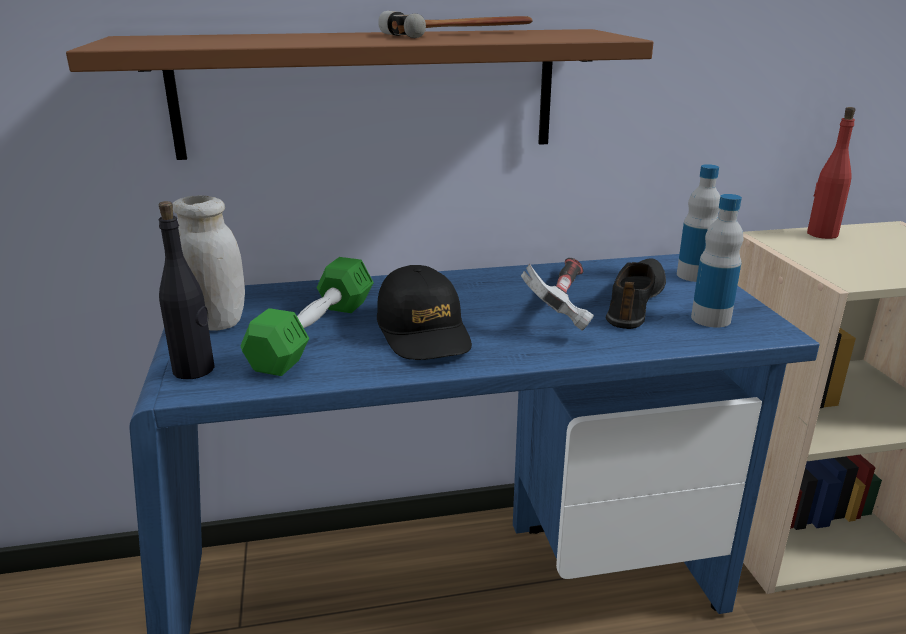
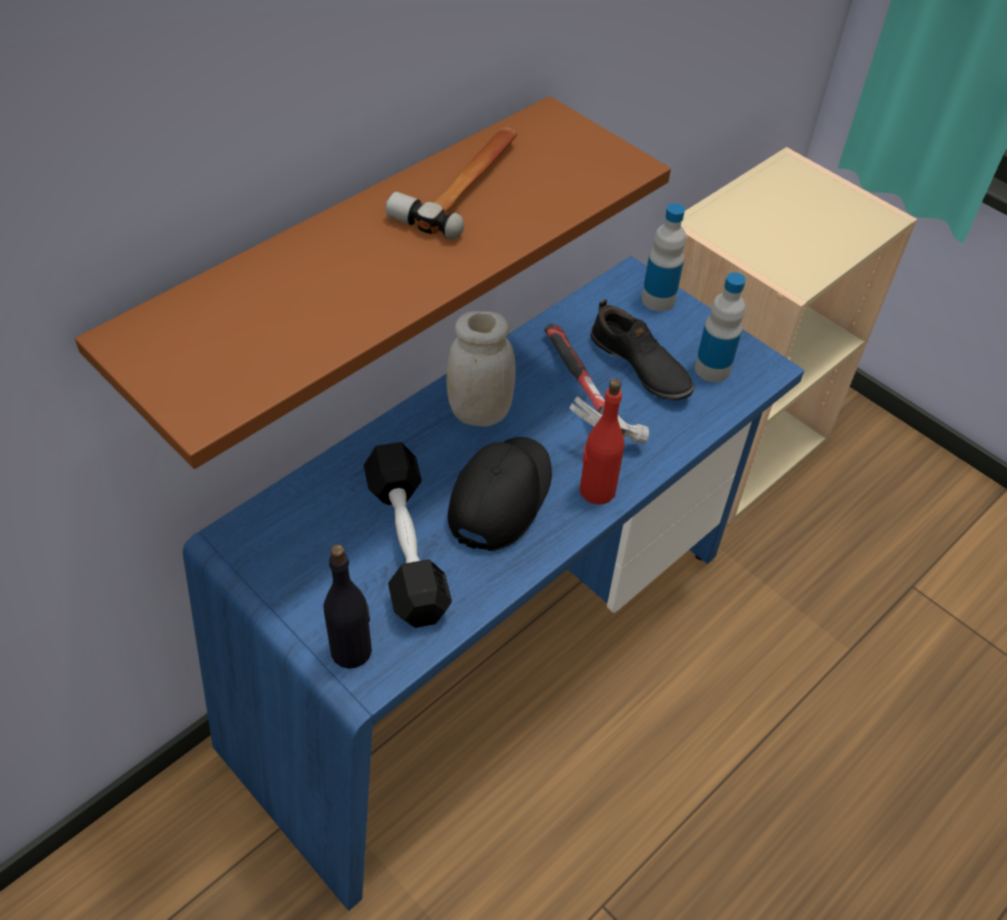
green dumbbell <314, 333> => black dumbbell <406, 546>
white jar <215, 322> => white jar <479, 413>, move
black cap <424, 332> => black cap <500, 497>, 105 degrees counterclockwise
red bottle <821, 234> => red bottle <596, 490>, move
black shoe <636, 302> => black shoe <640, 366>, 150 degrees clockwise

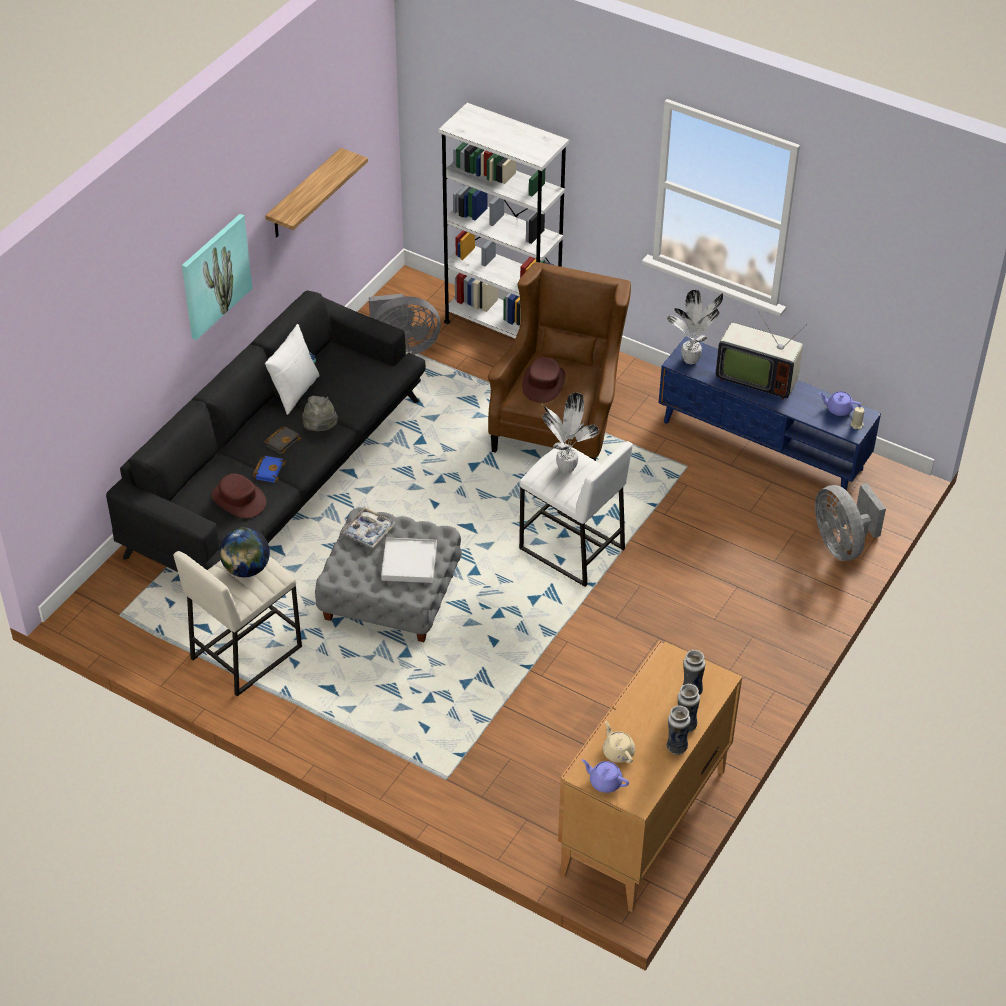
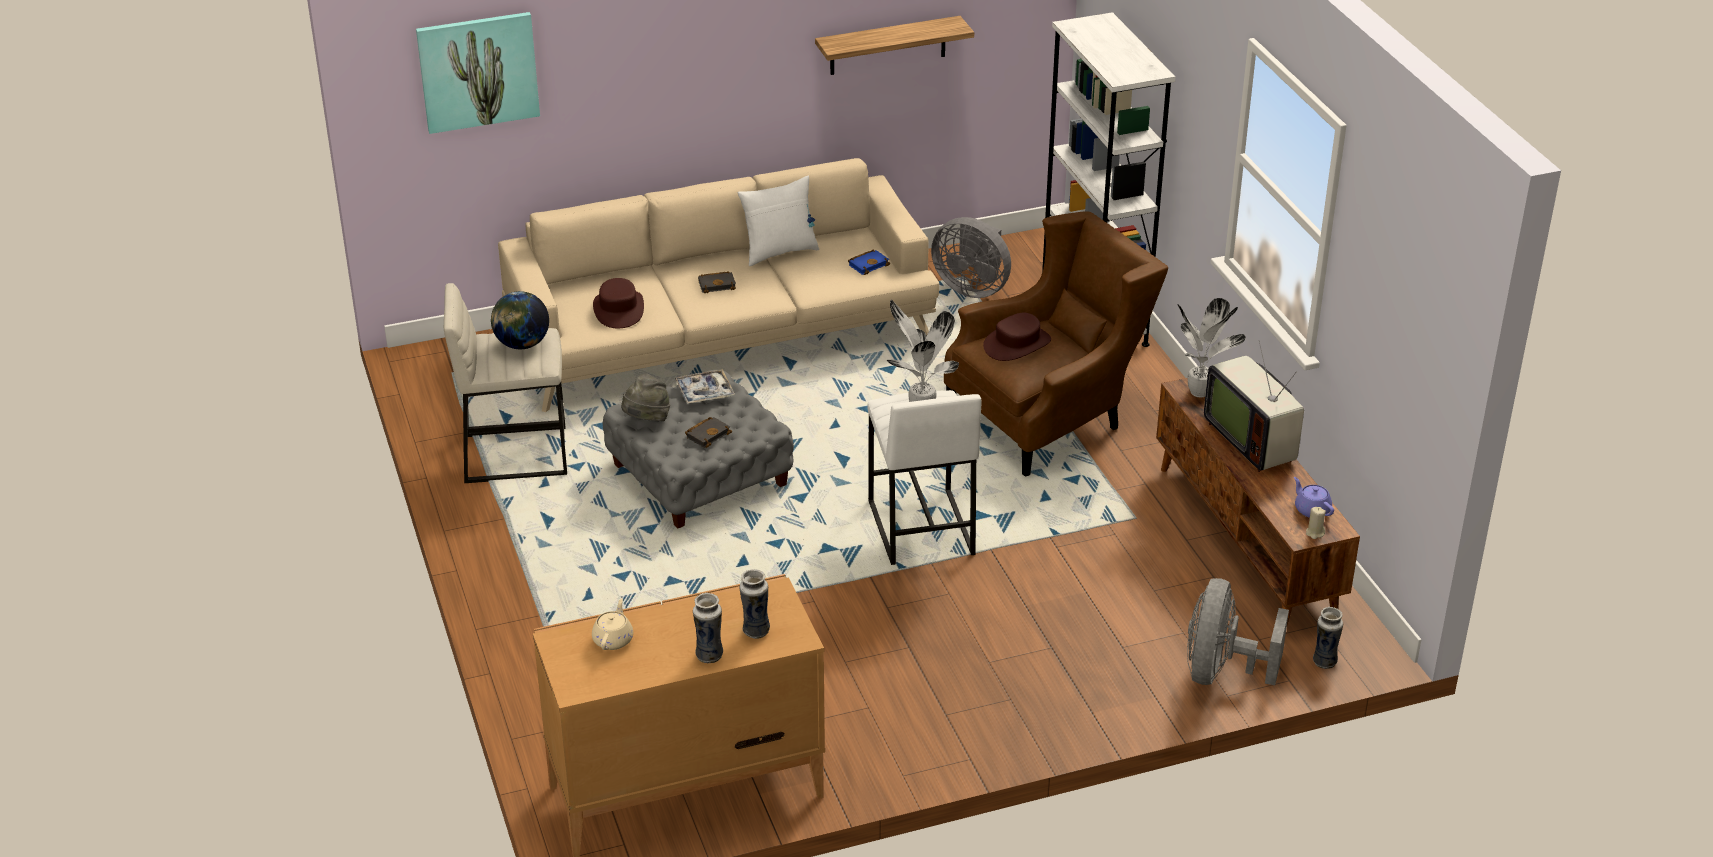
picture <215, 276> => picture <478, 71>, move
black sofa <278, 476> => beige sofa <722, 335>
grey hat <320, 428> => grey hat <646, 419>, move
white tray <409, 562> => black book <708, 434>
blue book <268, 470> => blue book <868, 264>, move
blue tv stand <763, 445> => brown tv stand <1247, 540>
vase <676, 746> => vase <1324, 661>, move
purple teapot <604, 782> => nothing

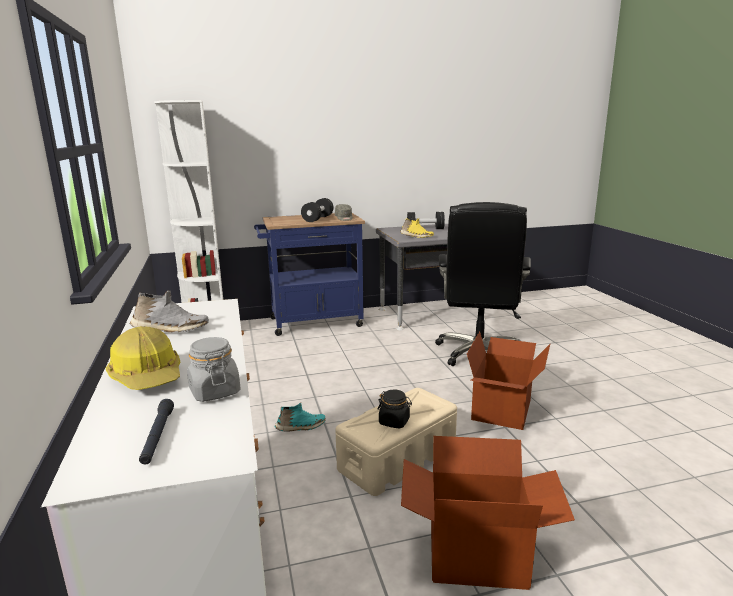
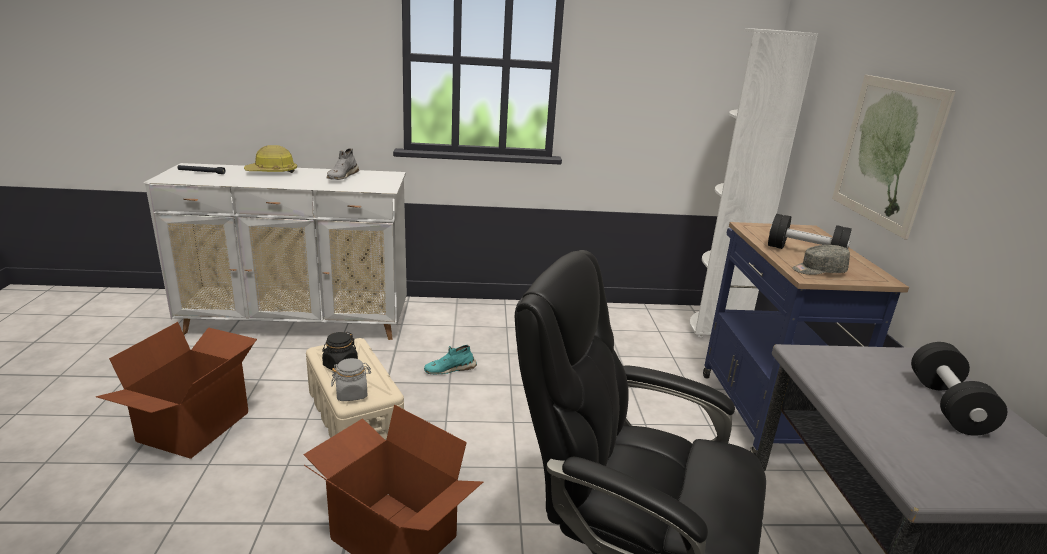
grey jar <214, 391> => grey jar <352, 394>, move
turquoise shoe <301, 427> => turquoise shoe <450, 369>, 75 degrees clockwise
nothing => picture <886, 152>
yellow shoe <416, 236> => nothing

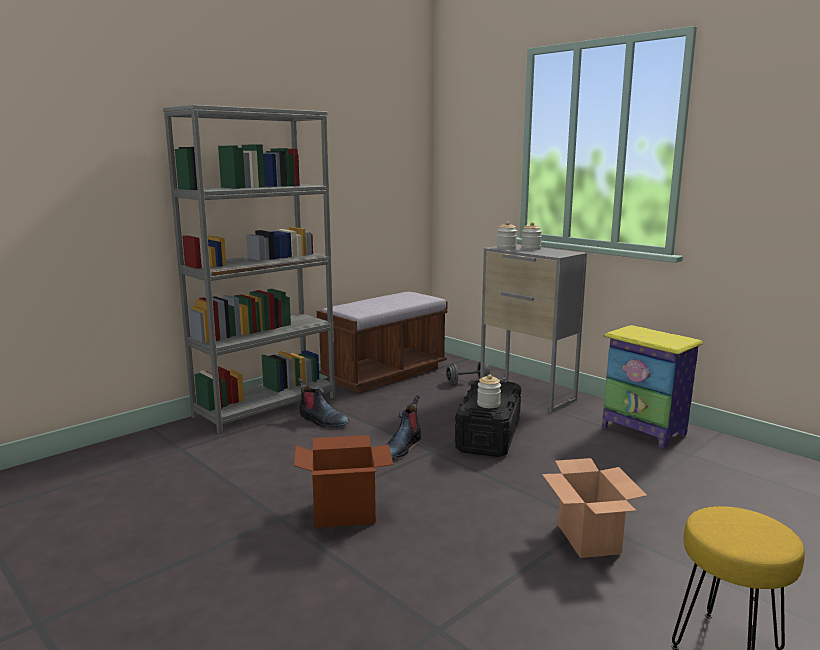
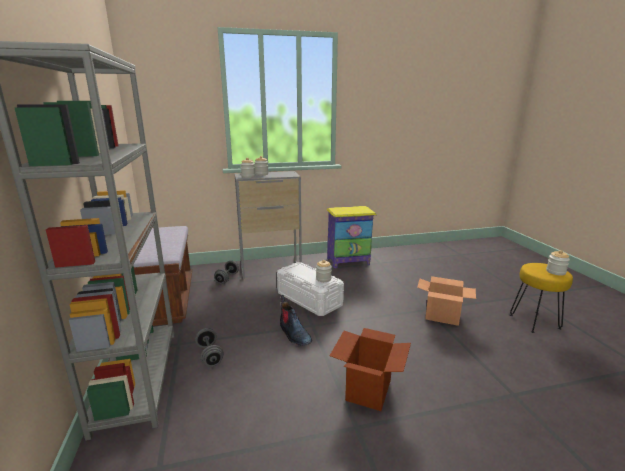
boot <322, 421> => grey dumbbell <210, 355>
black storage box <489, 434> => white storage box <309, 299>
nothing => jar <555, 272>

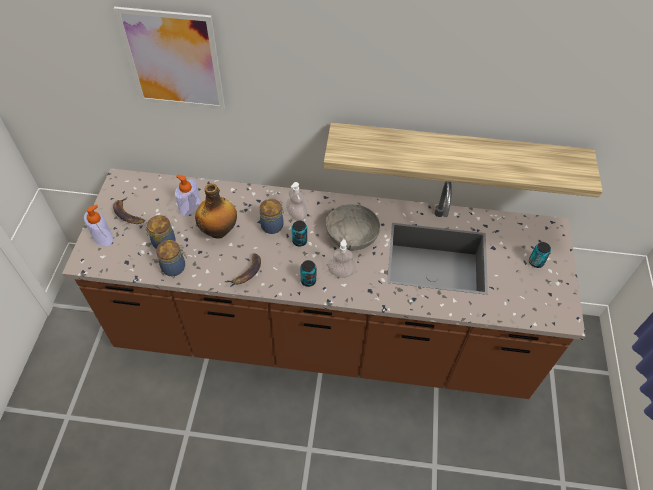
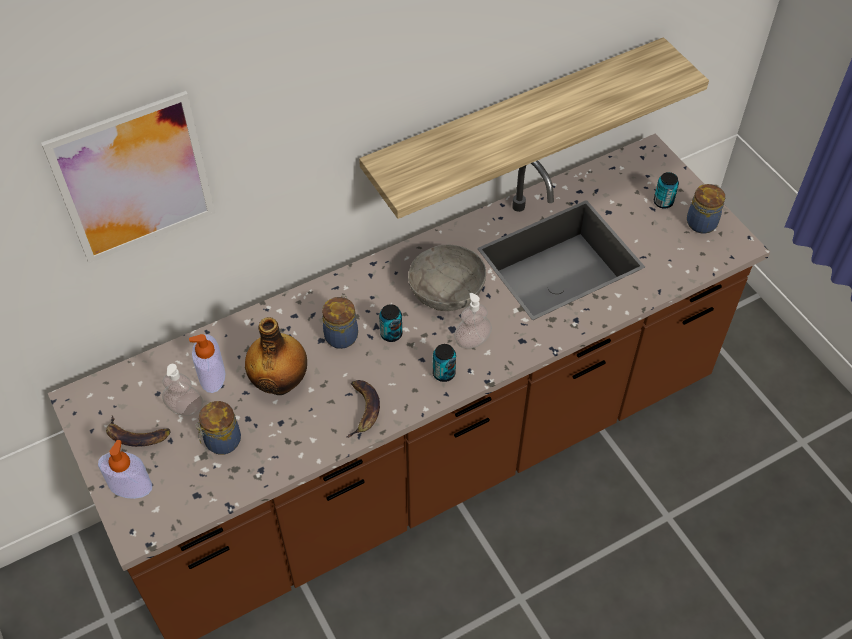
soap dispenser <296, 214> => soap dispenser <185, 407>, move
jar <175, 267> => jar <702, 222>, move

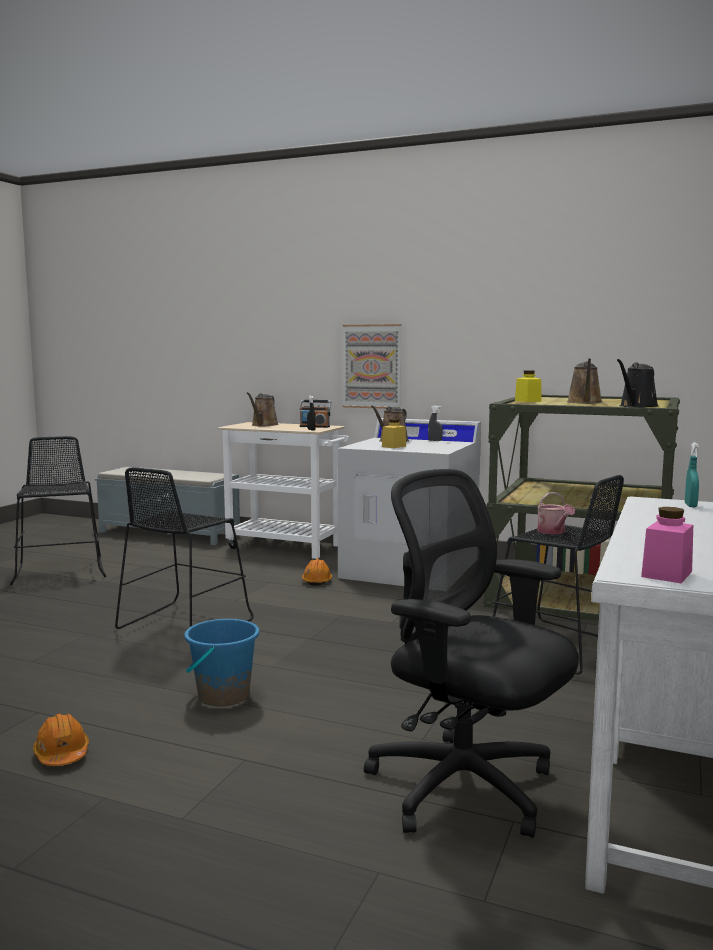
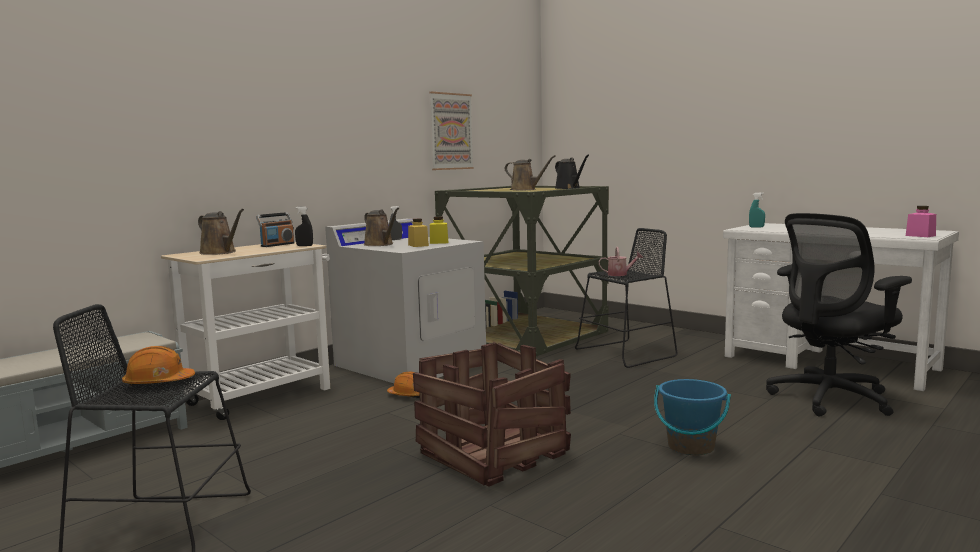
orange hard hat <62, 754> => orange hard hat <158, 383>, move
black stool <185, 623> => crate <491, 454>
picture <372, 366> => picture <451, 131>, move
yellow jar <528, 401> => yellow jar <439, 242>, move

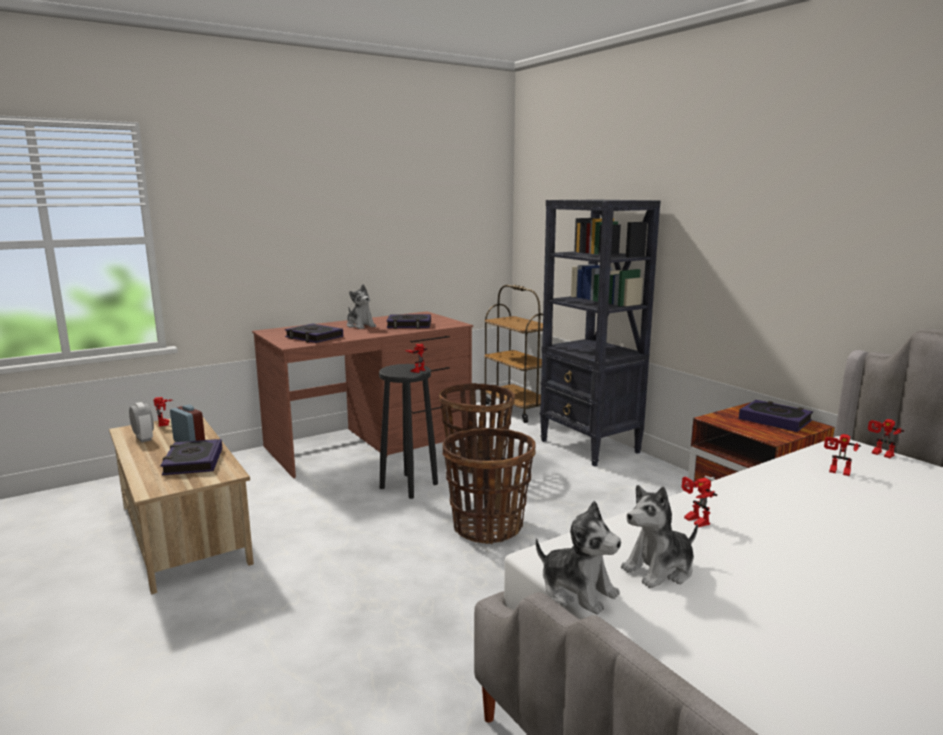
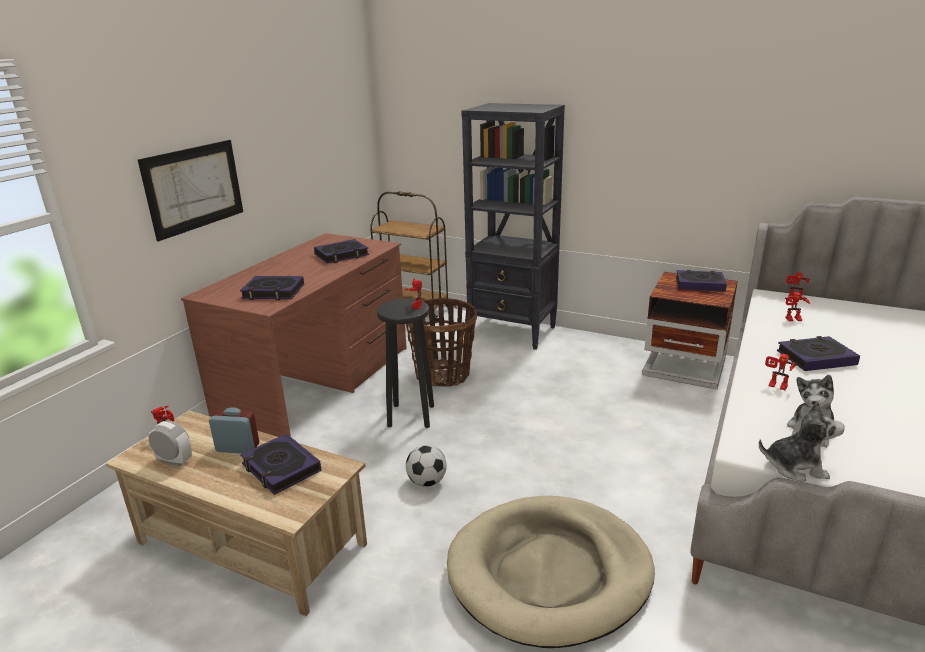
nothing => picture <194, 188>
nothing => football <427, 481>
nothing => beige dog bed <549, 572>
nothing => book <815, 358>
plush toy <360, 326> => nothing
basket <488, 527> => nothing

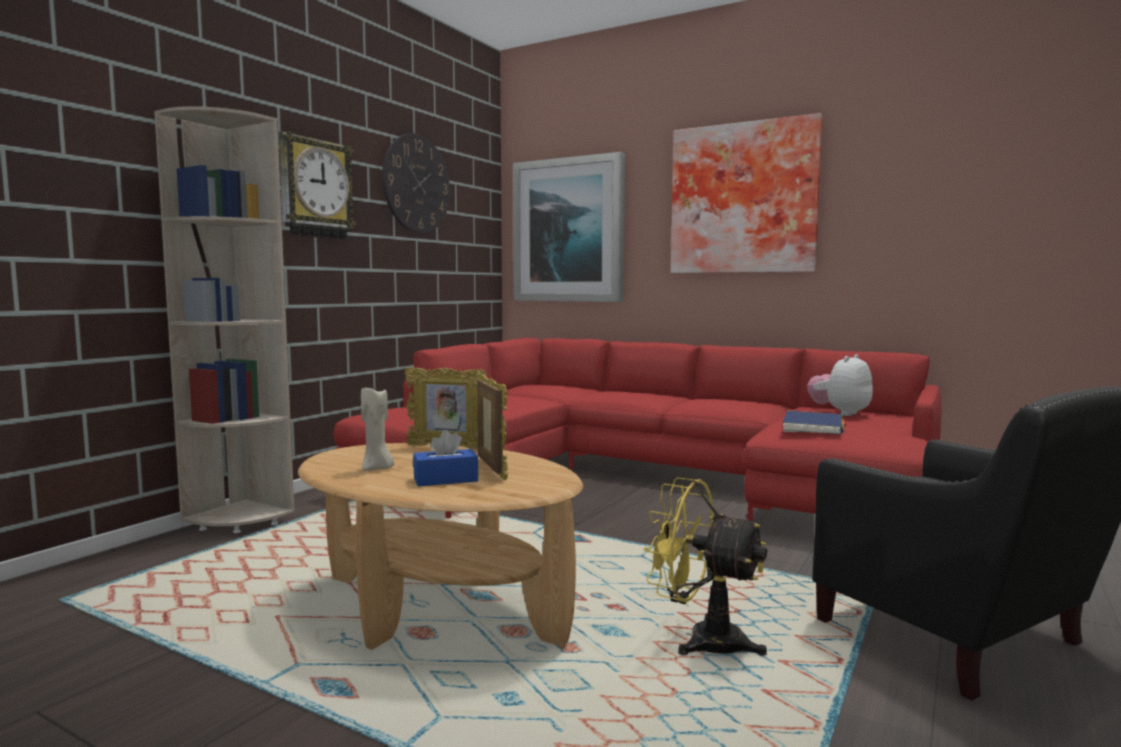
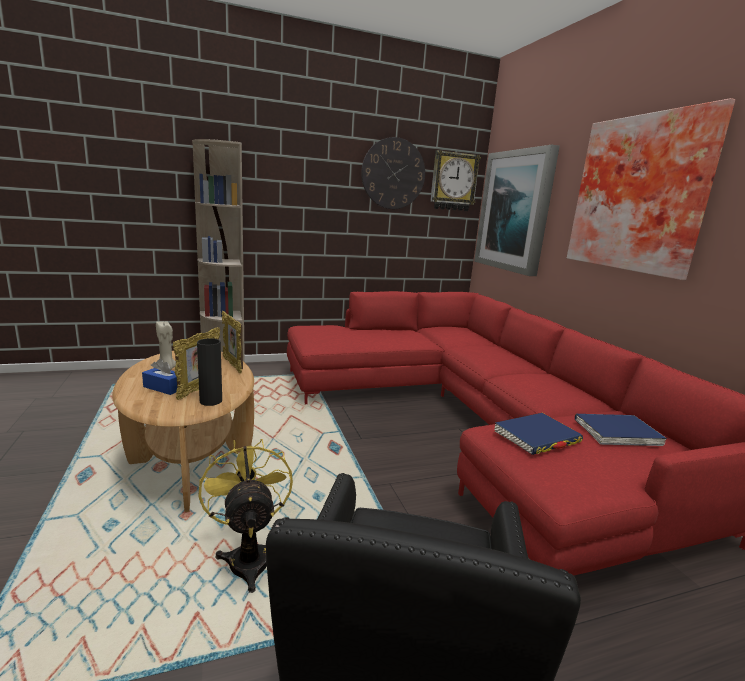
nothing => black vase <211, 401>
wall clock <315, 189> => wall clock <453, 181>, move
plush toy <840, 413> => blue book <617, 432>

